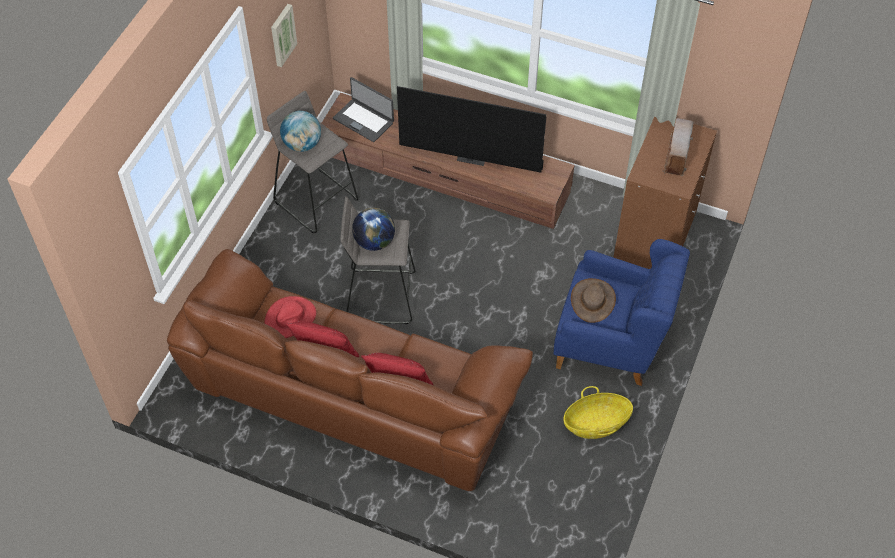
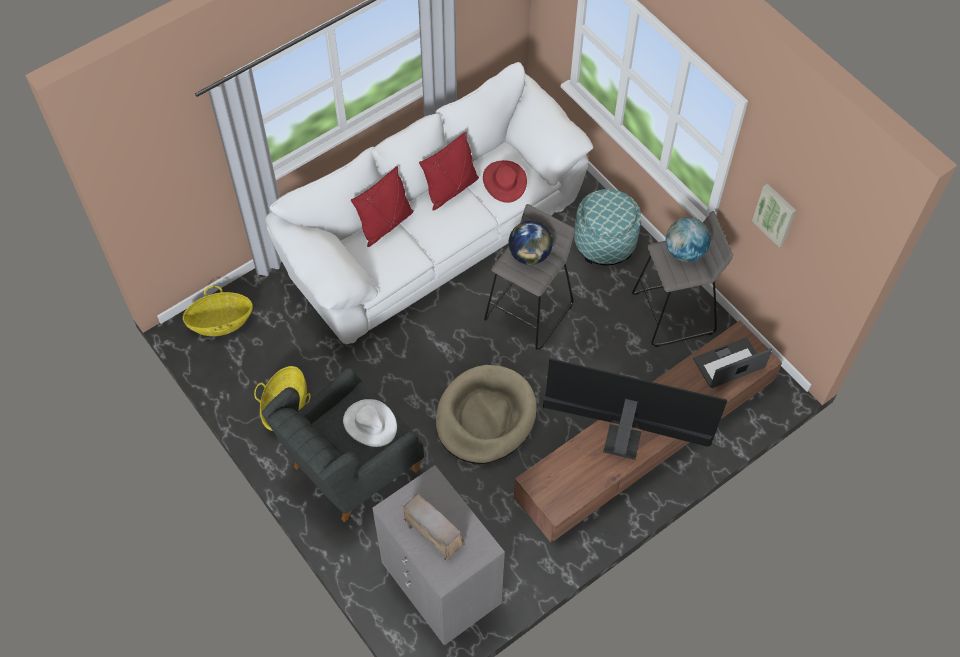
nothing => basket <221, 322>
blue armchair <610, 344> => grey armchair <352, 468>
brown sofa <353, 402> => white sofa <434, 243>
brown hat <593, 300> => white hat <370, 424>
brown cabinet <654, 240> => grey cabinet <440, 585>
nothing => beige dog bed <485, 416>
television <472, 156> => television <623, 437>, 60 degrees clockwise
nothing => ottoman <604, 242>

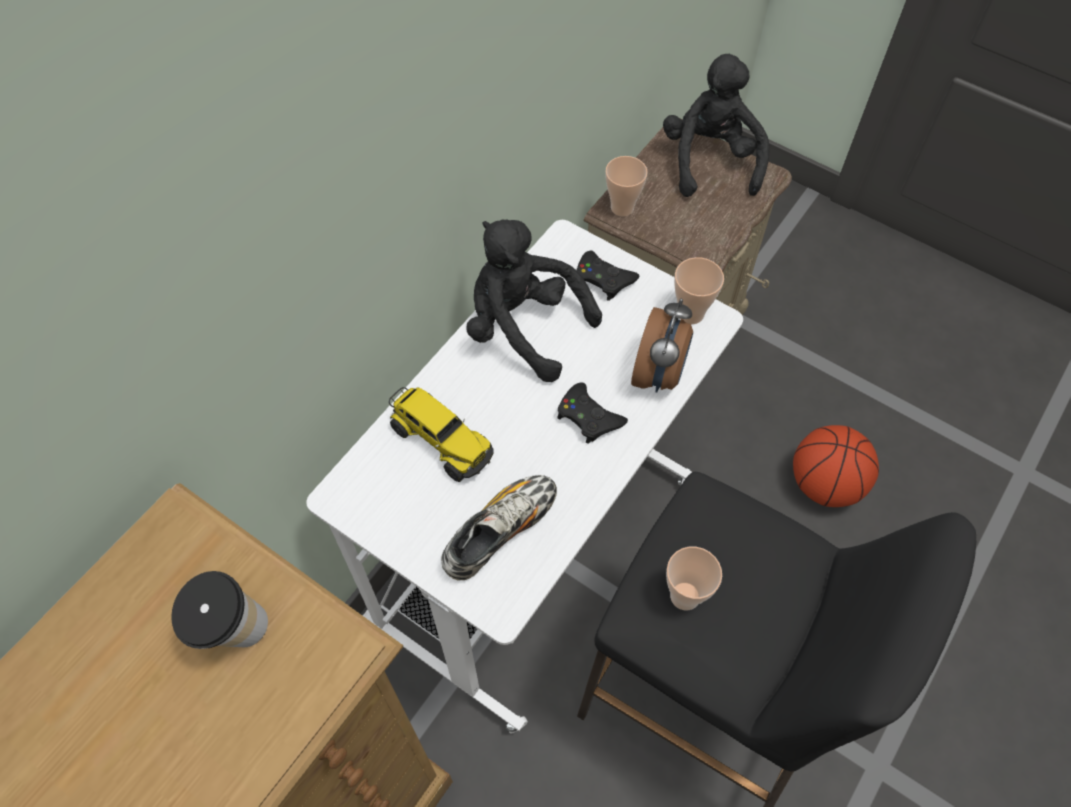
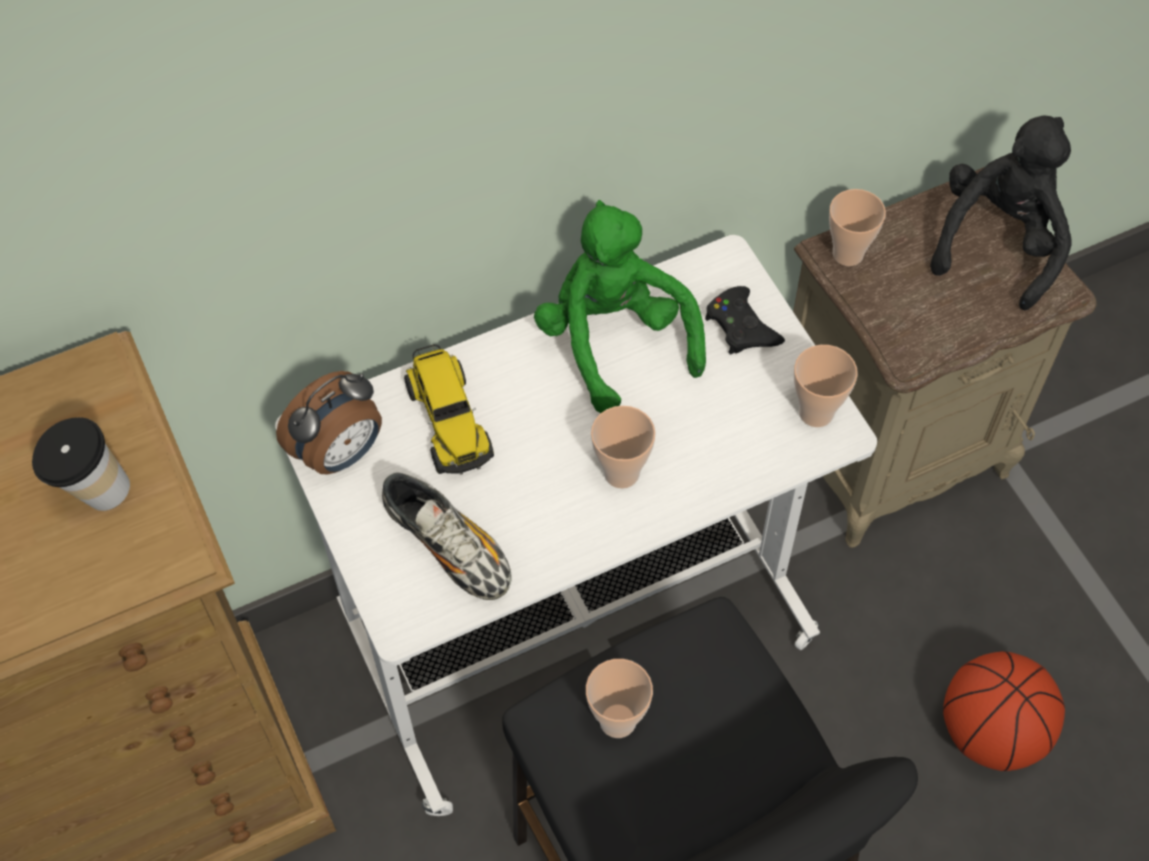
alarm clock <659, 374> => alarm clock <340, 453>, move
shoe <499, 532> => shoe <449, 547>, 60 degrees clockwise
black plush toy <523, 327> => green plush toy <615, 340>
black game controller <588, 417> => cup <621, 473>

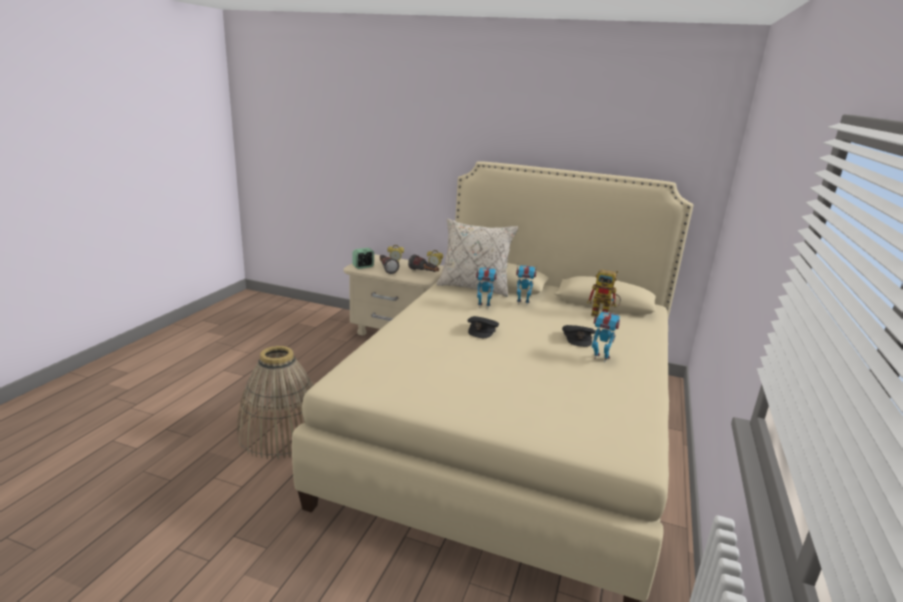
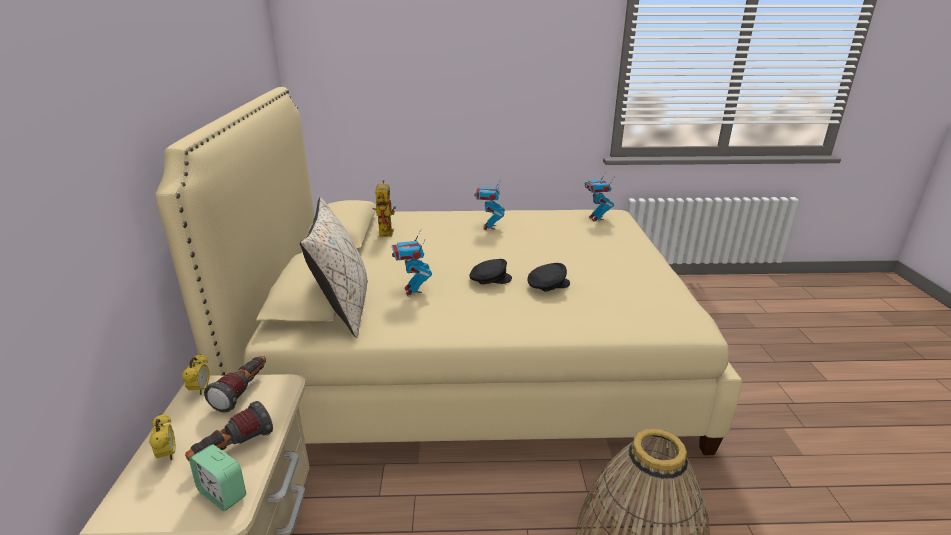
black cap <578, 338> => black cap <547, 284>, move
toy robot <522, 303> => toy robot <596, 218>, move

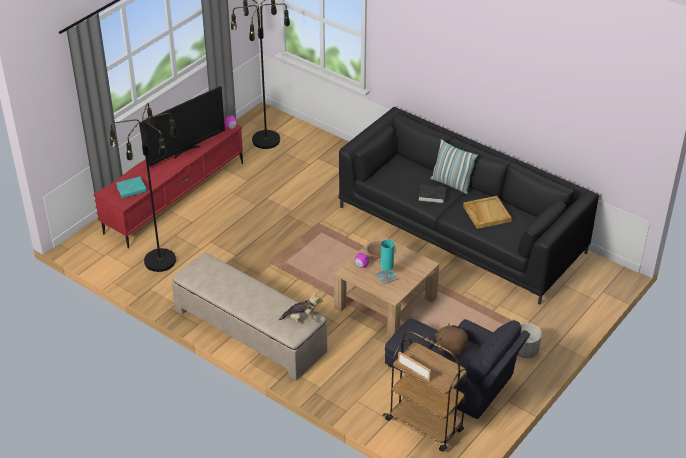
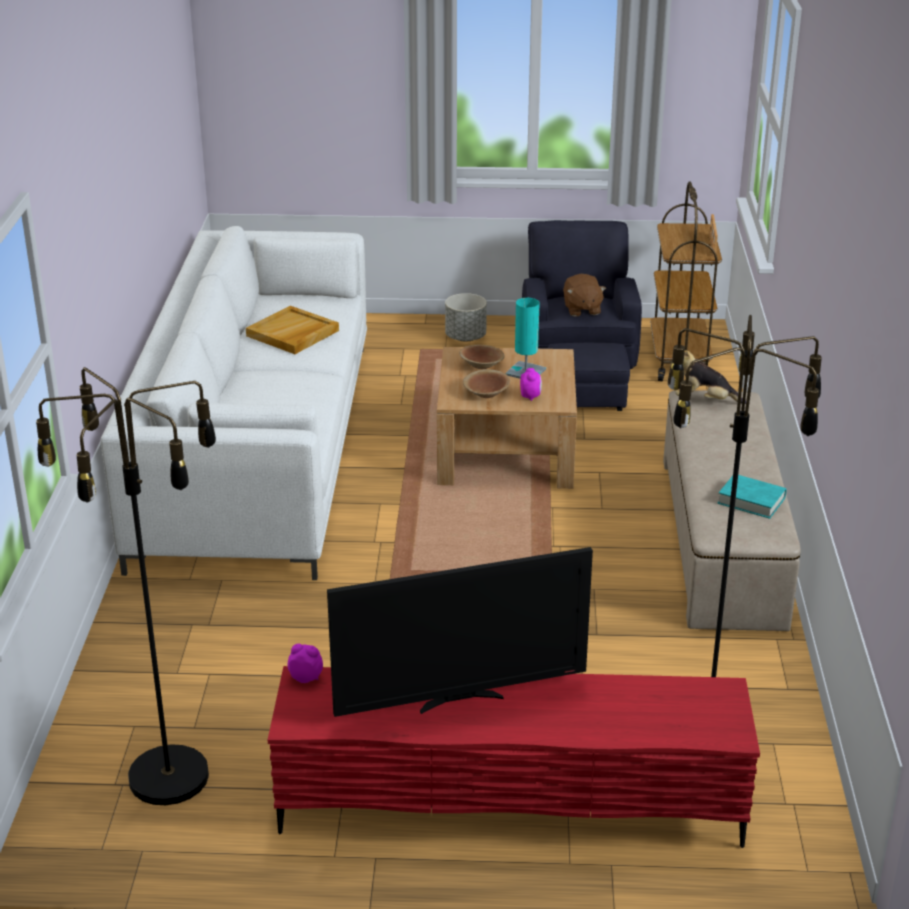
black sofa <461, 230> => white sofa <258, 449>
television <185, 151> => television <460, 700>, 150 degrees clockwise
nothing => brown bowl <481, 365>
plush toy <302, 319> => plush toy <704, 401>, 45 degrees counterclockwise
turquoise book <131, 190> => turquoise book <751, 501>, move
black book <431, 196> => nothing
pillow <451, 184> => nothing

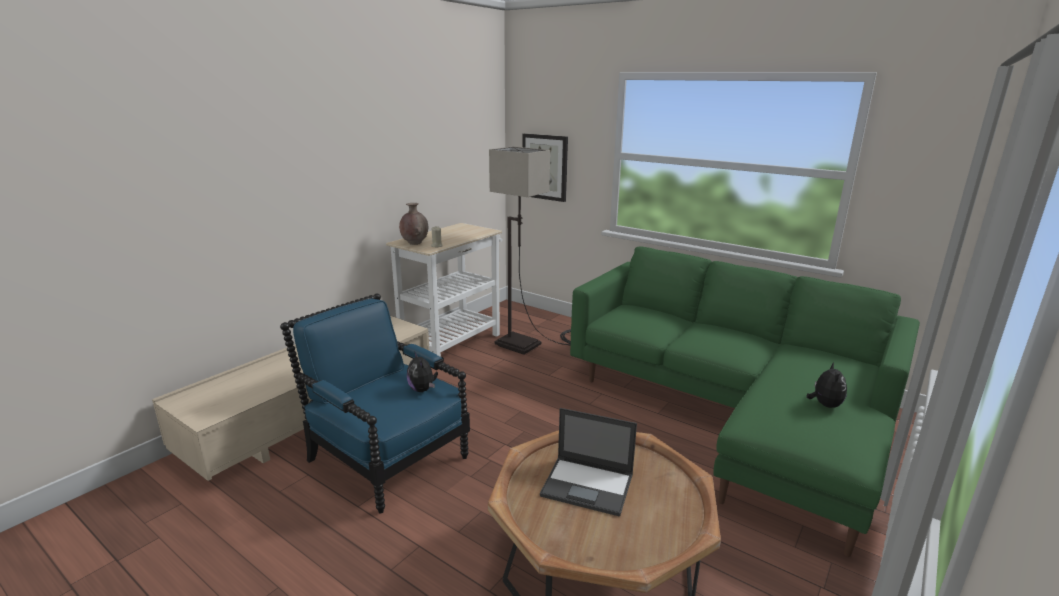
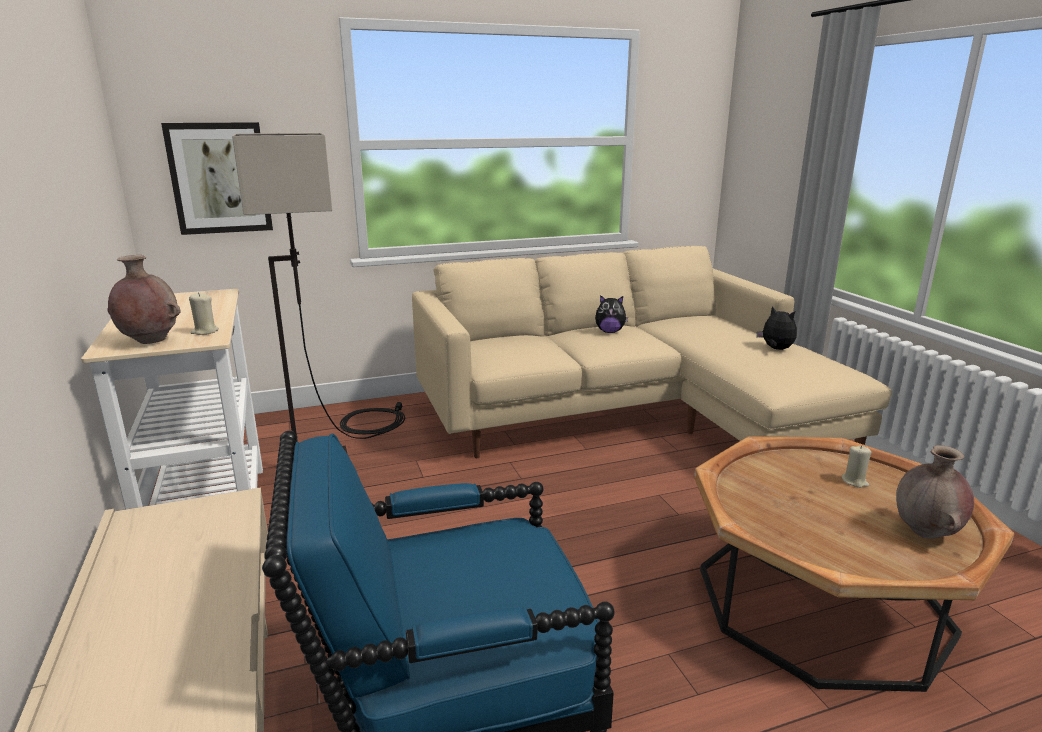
green sofa <734, 415> => beige sofa <632, 417>
plush toy <422, 390> => plush toy <610, 332>, move
nothing => beige candle <854, 481>
nothing => brown vase <926, 533>
laptop <588, 485> => nothing

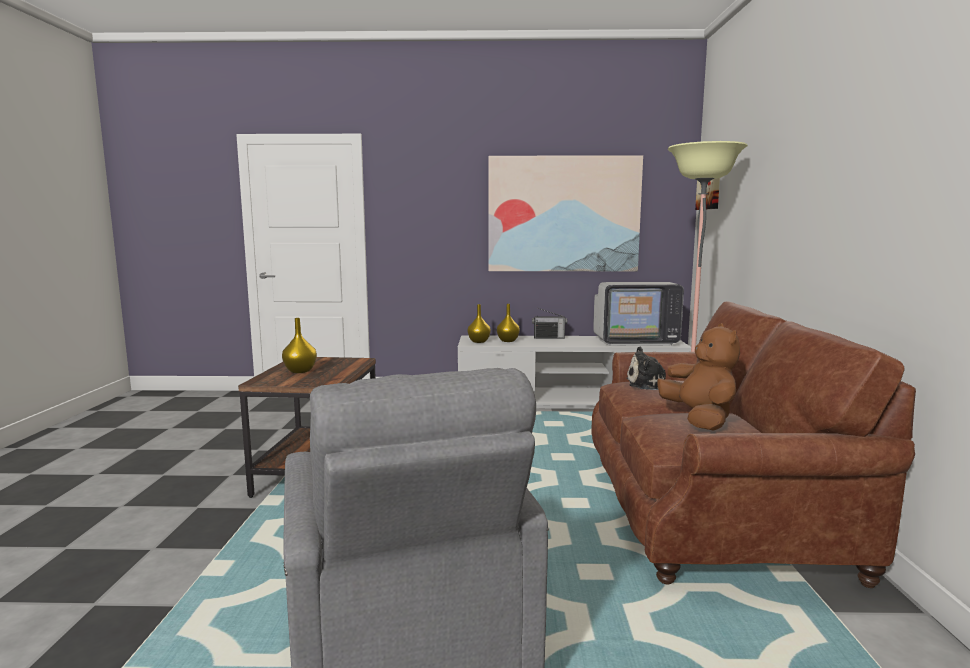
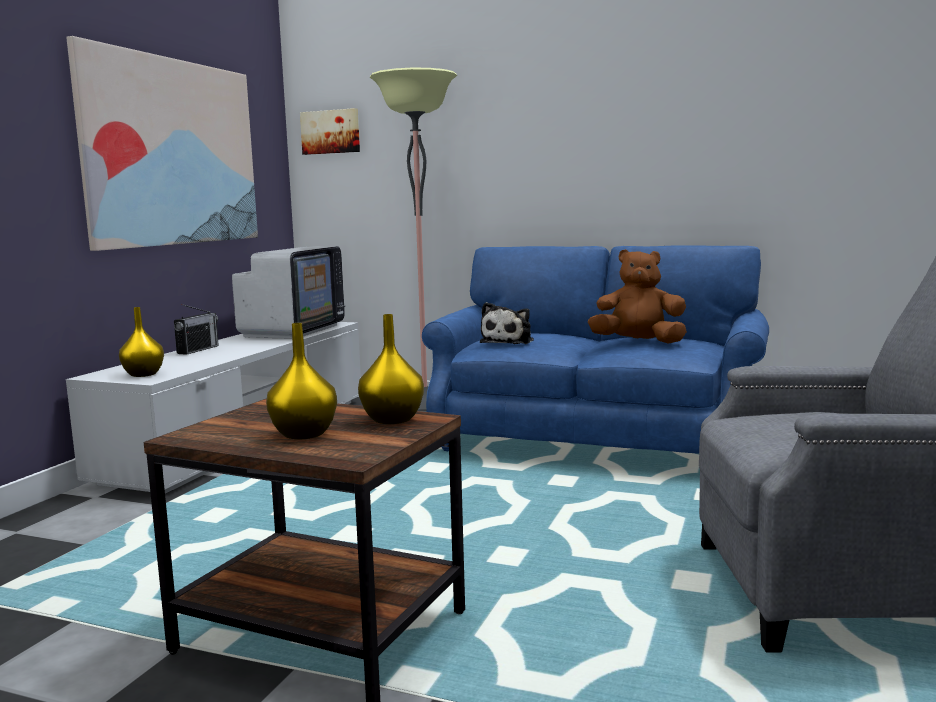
yellow vase <508, 341> => yellow vase <393, 420>, move
brown sofa <705, 505> => blue sofa <595, 439>

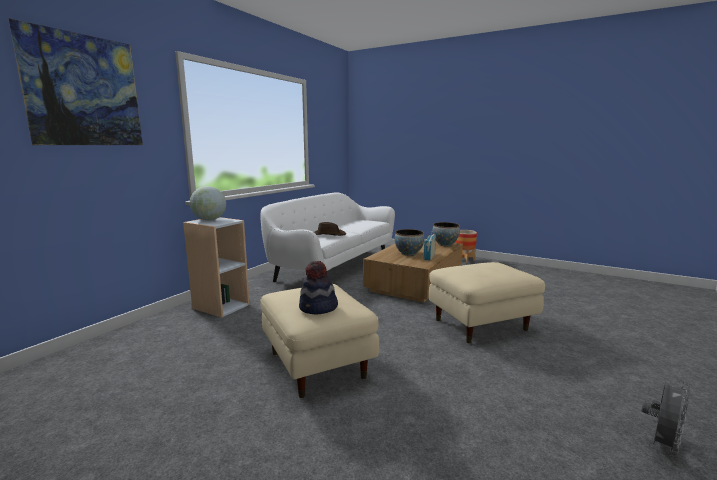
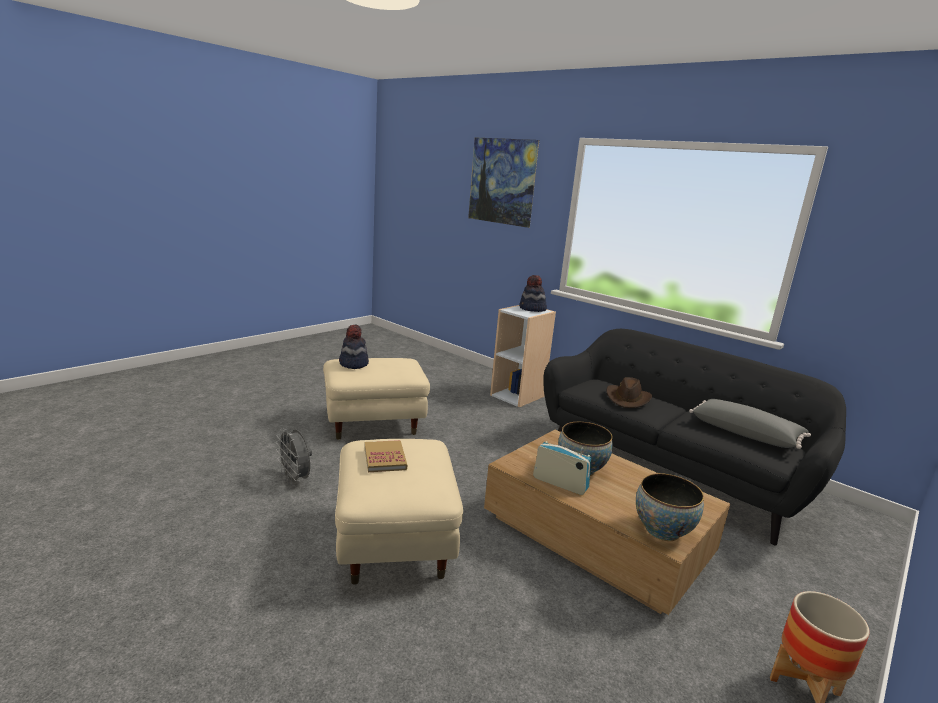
grey fan <661, 445> => grey fan <295, 480>, move
nothing => book <385, 458>
globe <209, 220> => hat <532, 309>
white sofa <333, 267> => black sofa <669, 472>
nothing => grey pillow <745, 433>

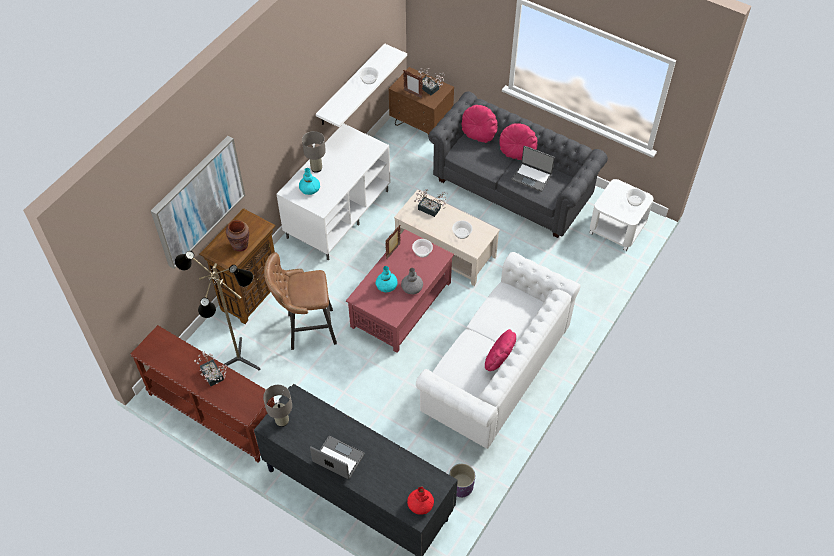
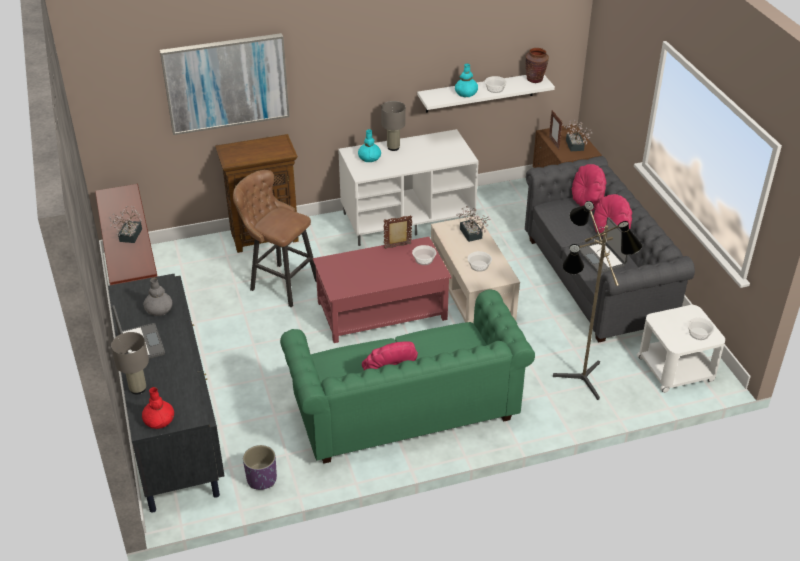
grey table lamp <282, 420> => grey table lamp <138, 388>, move
grey vase <412, 287> => grey vase <159, 309>, move
white sofa <495, 371> => green sofa <405, 411>
turquoise vase <386, 286> => turquoise vase <466, 93>, move
brown vase <240, 245> => brown vase <535, 79>, move
floor lamp <236, 364> => floor lamp <578, 381>, move

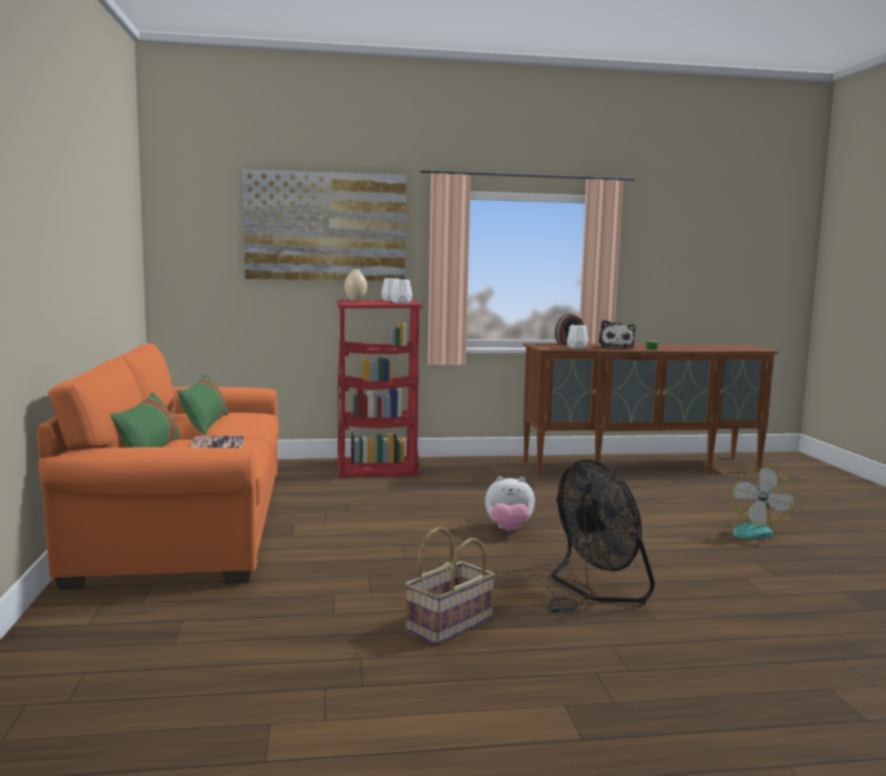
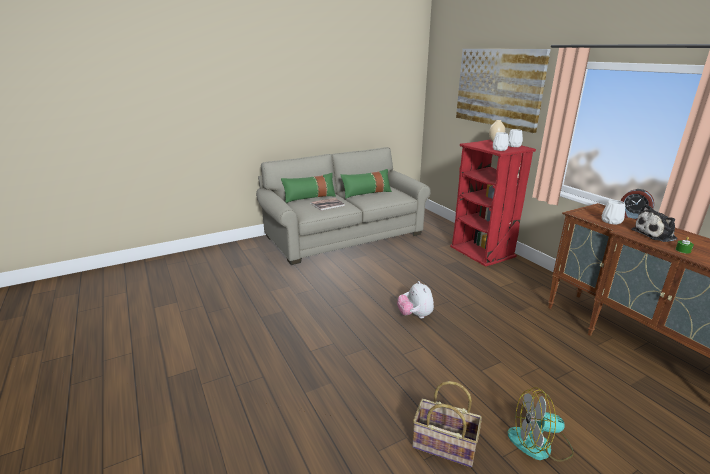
orange sofa <187, 525> => grey sofa <344, 235>
basket <450, 625> => basket <443, 445>, move
black fan <587, 588> => nothing

